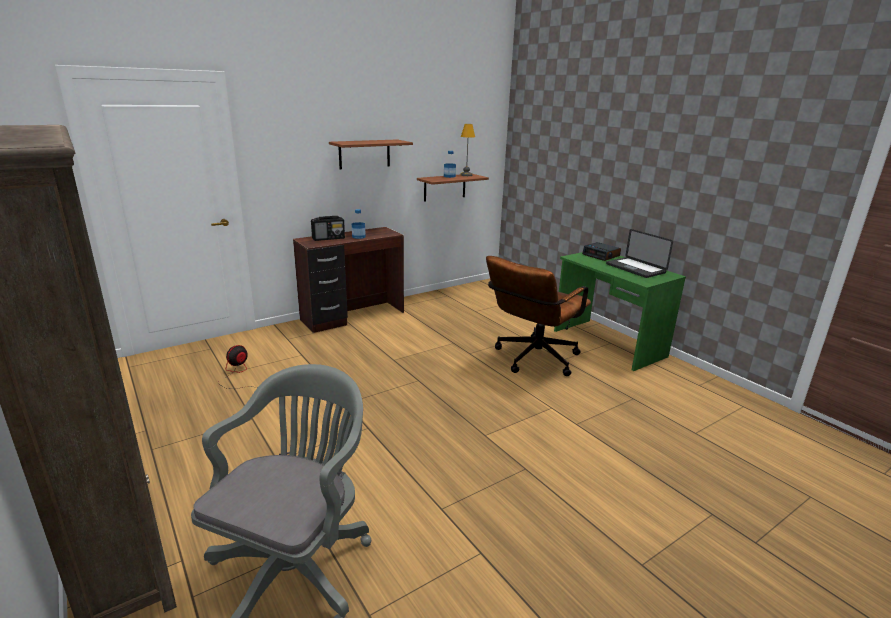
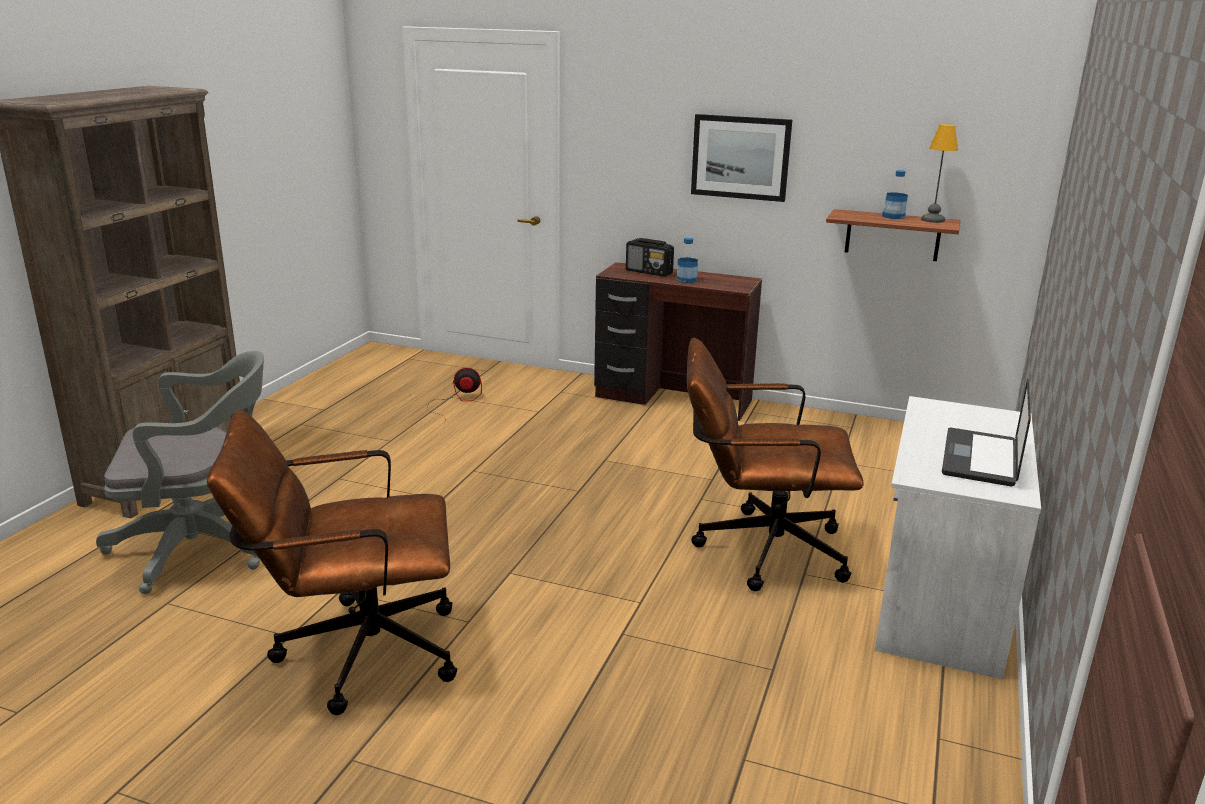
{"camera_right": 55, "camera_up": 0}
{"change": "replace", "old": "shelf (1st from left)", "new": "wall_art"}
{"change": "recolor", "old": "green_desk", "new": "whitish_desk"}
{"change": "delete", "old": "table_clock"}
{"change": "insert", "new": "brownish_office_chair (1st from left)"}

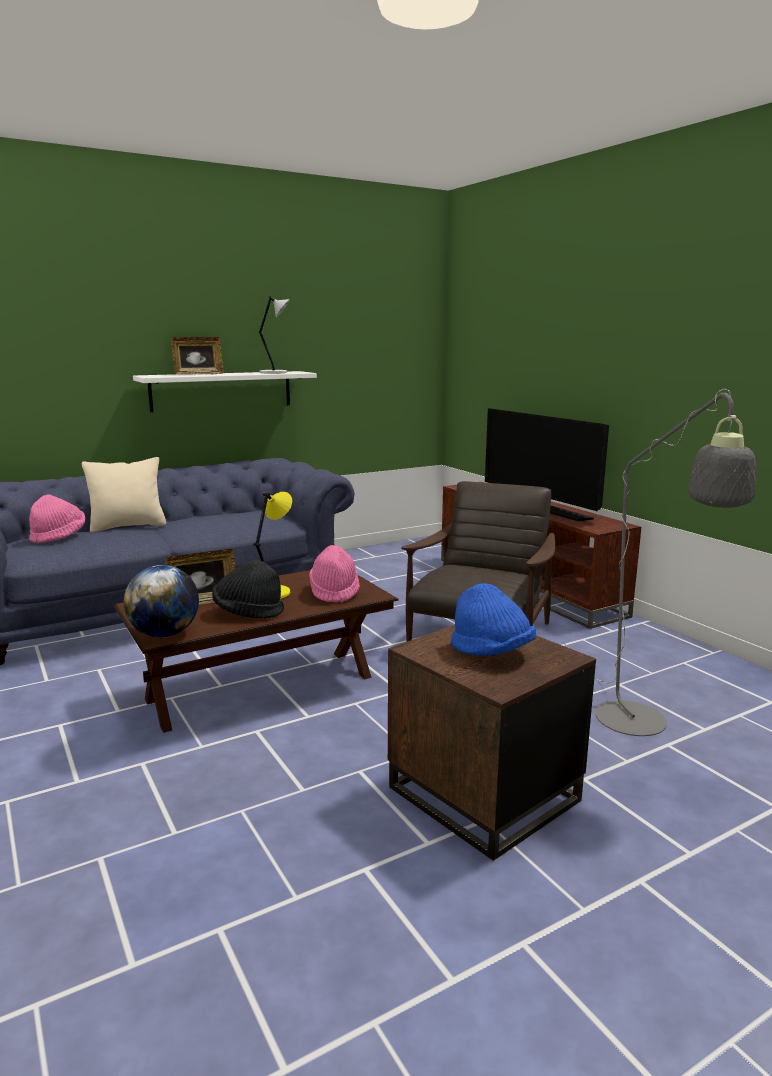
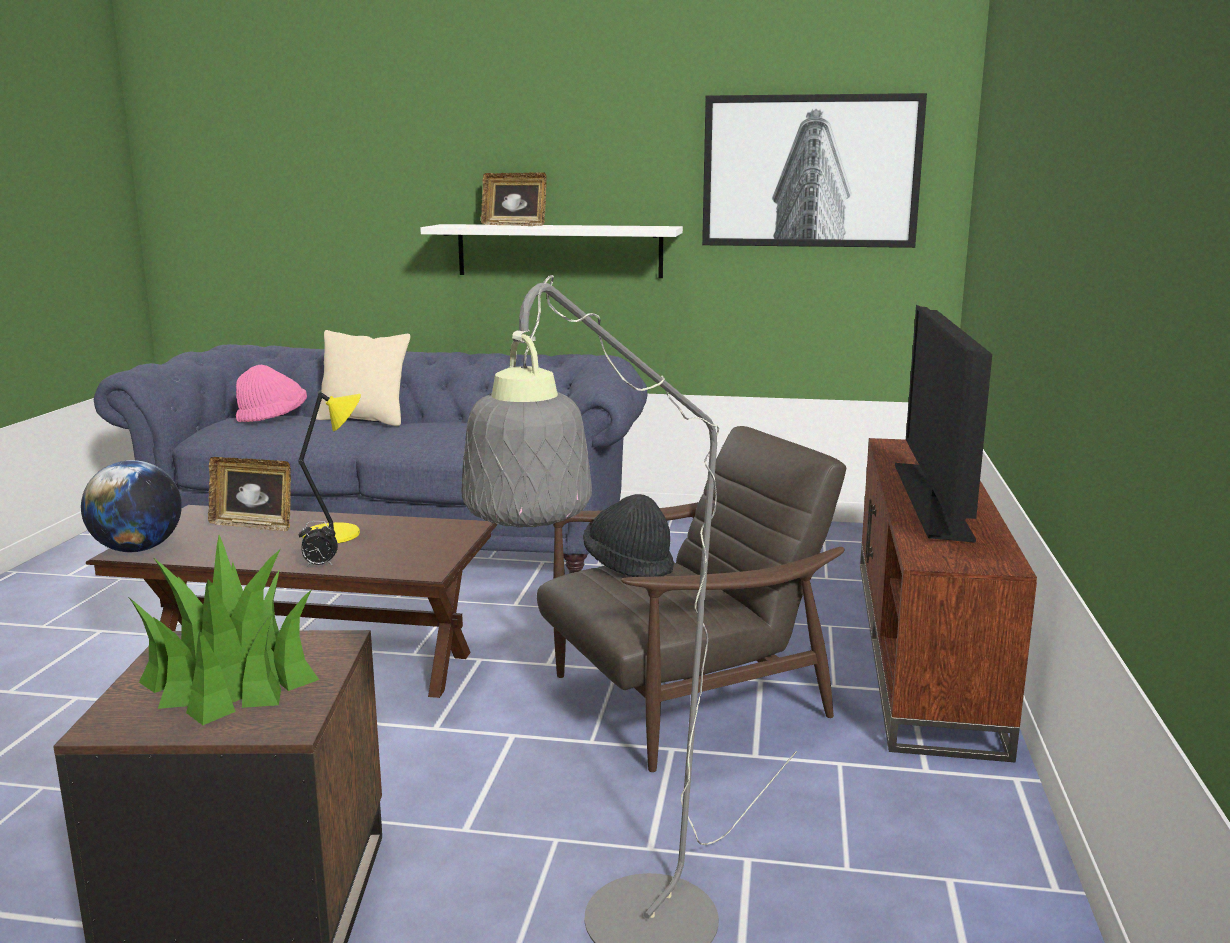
{"camera_right": 40, "camera_up": 0}
{"change": "move", "old": "blackish_wearable_hat"}
{"change": "delete", "old": "gray_lamp_for_a_table"}
{"change": "delete", "old": "pink_wearable_hat (2nd from left)"}
{"change": "replace", "old": "bluish_wearable_hat", "new": "houseplant"}
{"change": "insert", "new": "table_clock"}
{"change": "insert", "new": "wall_art"}

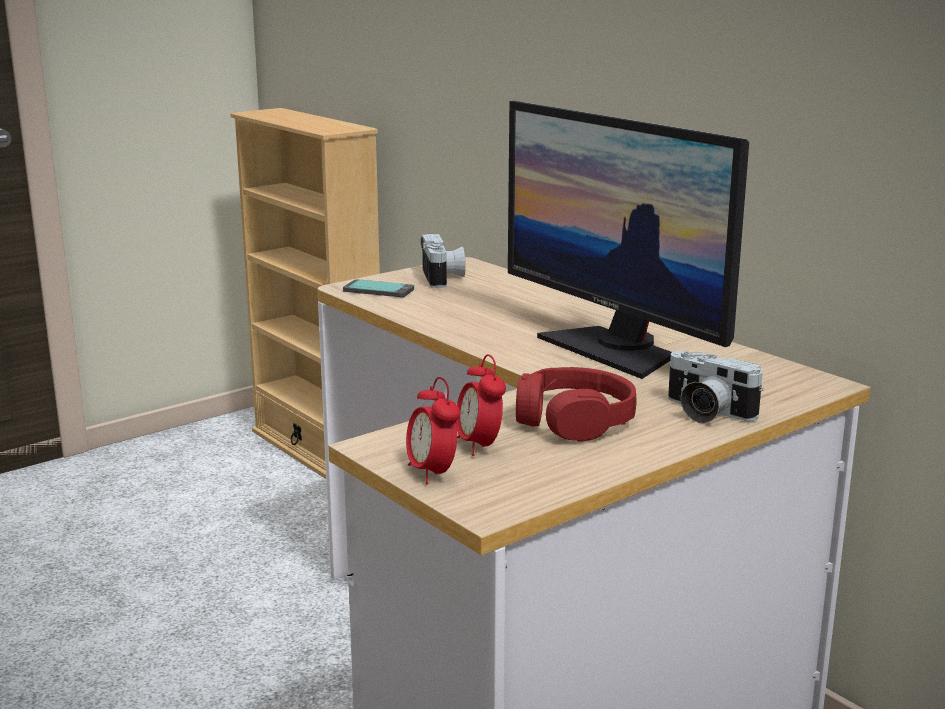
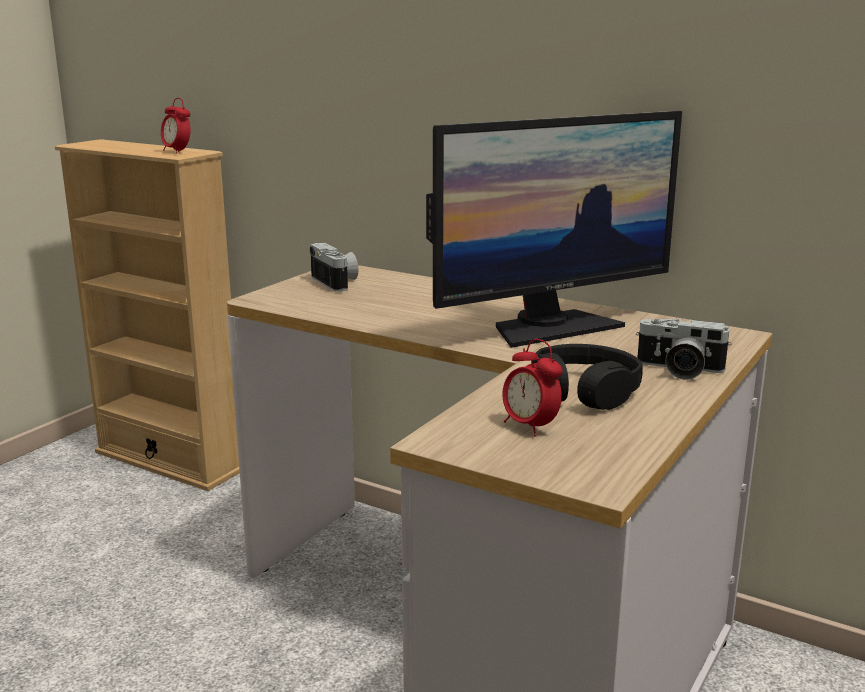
{"camera_right": -20, "camera_up": 0}
{"change": "delete", "old": "handset"}
{"change": "move", "old": "table_clock (1st from left)"}
{"change": "rotate", "old": "computer_screen", "degrees": -60}
{"change": "recolor", "old": "red-coloured_pair_of_headphones", "new": "blackish_pair_of_headphones"}

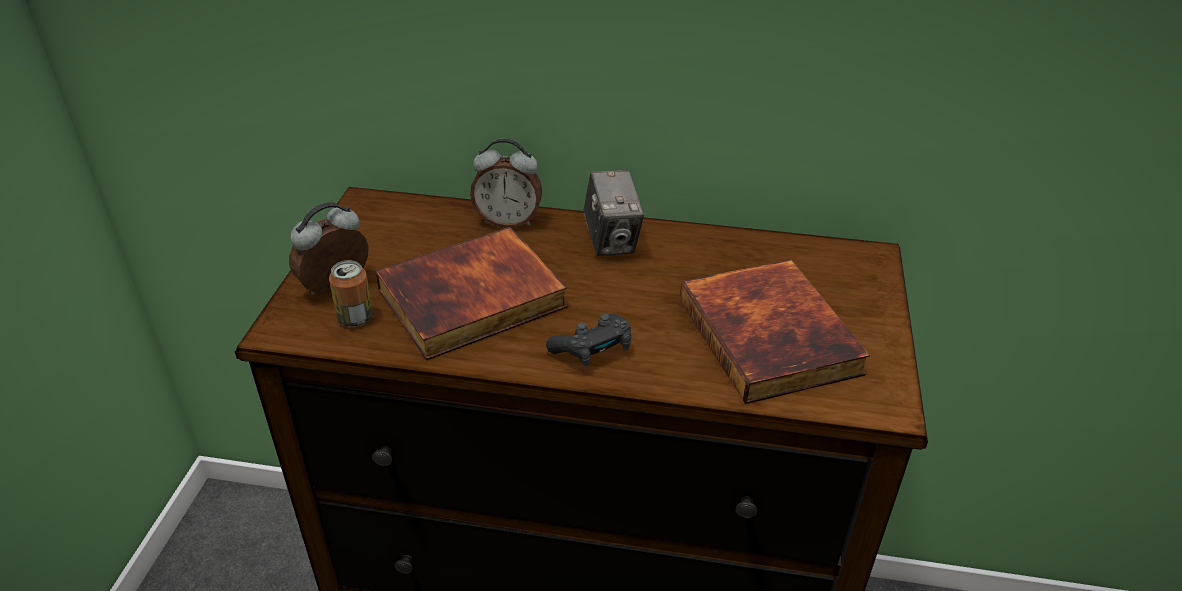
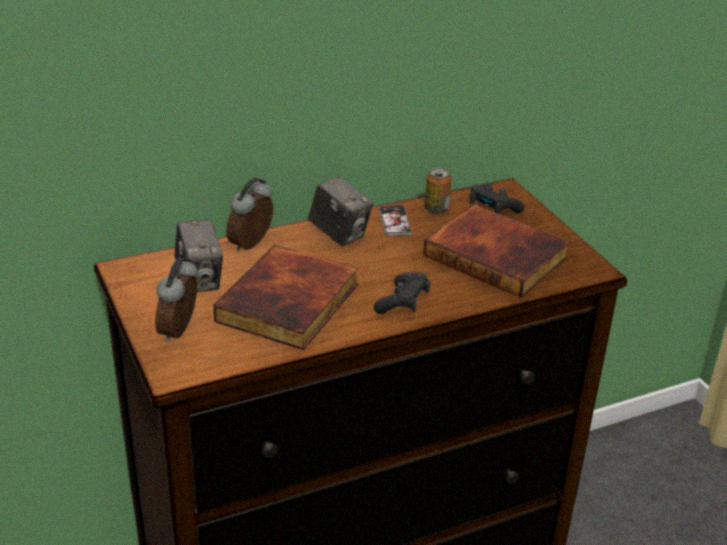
{"camera_right": -35, "camera_up": -5}
{"change": "move", "old": "metal_can"}
{"change": "rotate", "old": "table_clock (2nd from left)", "degrees": 150}
{"change": "insert", "new": "still_camera (1st from left)"}
{"change": "insert", "new": "handset"}
{"change": "insert", "new": "blackish_joypad (2nd from left)"}

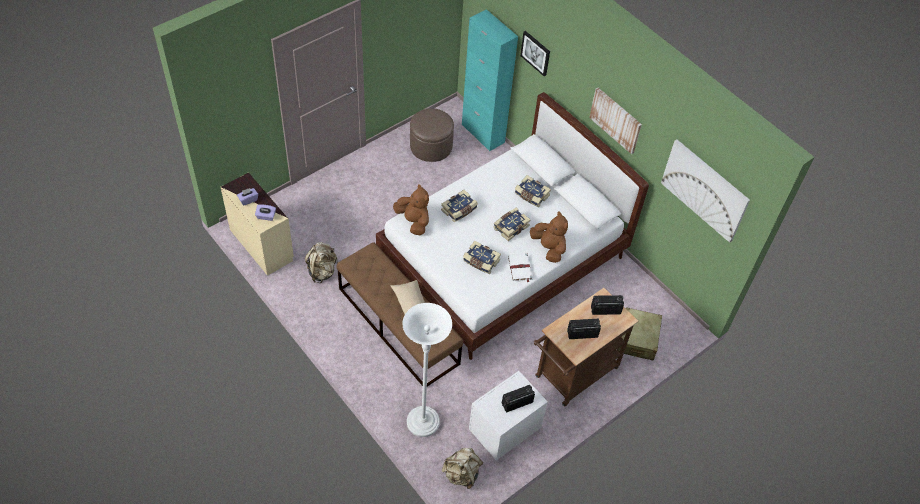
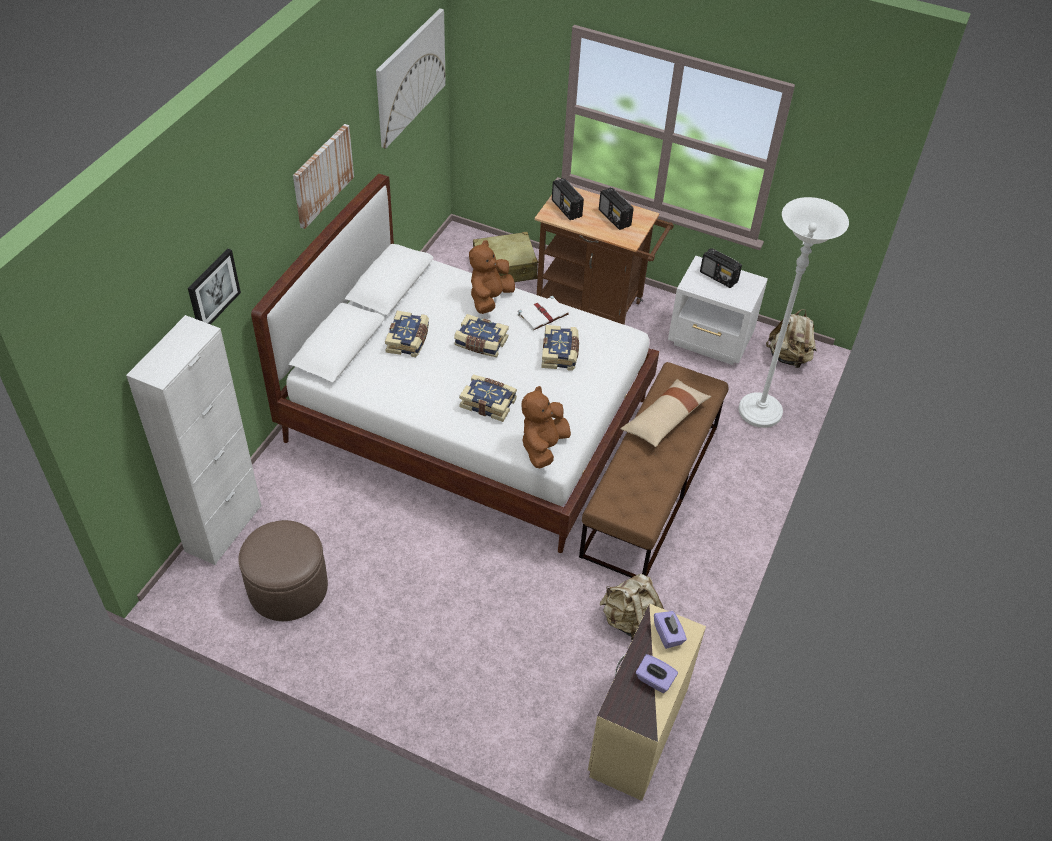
{"camera_right": -115, "camera_up": -5}
{"change": "recolor", "old": "blue-green_cupboard", "new": "whitish_cupboard"}

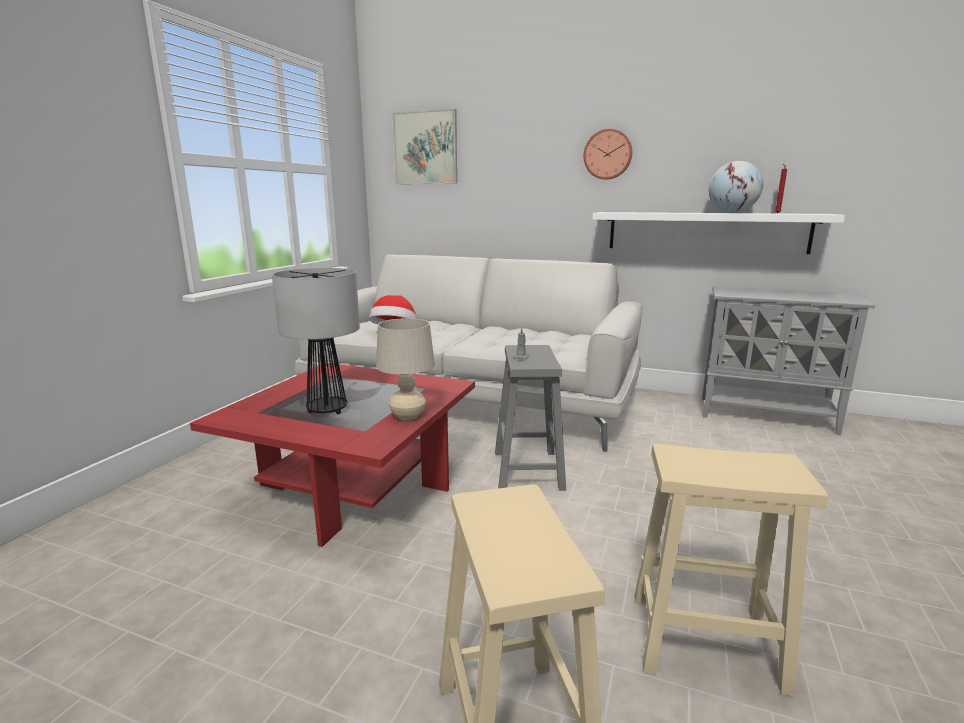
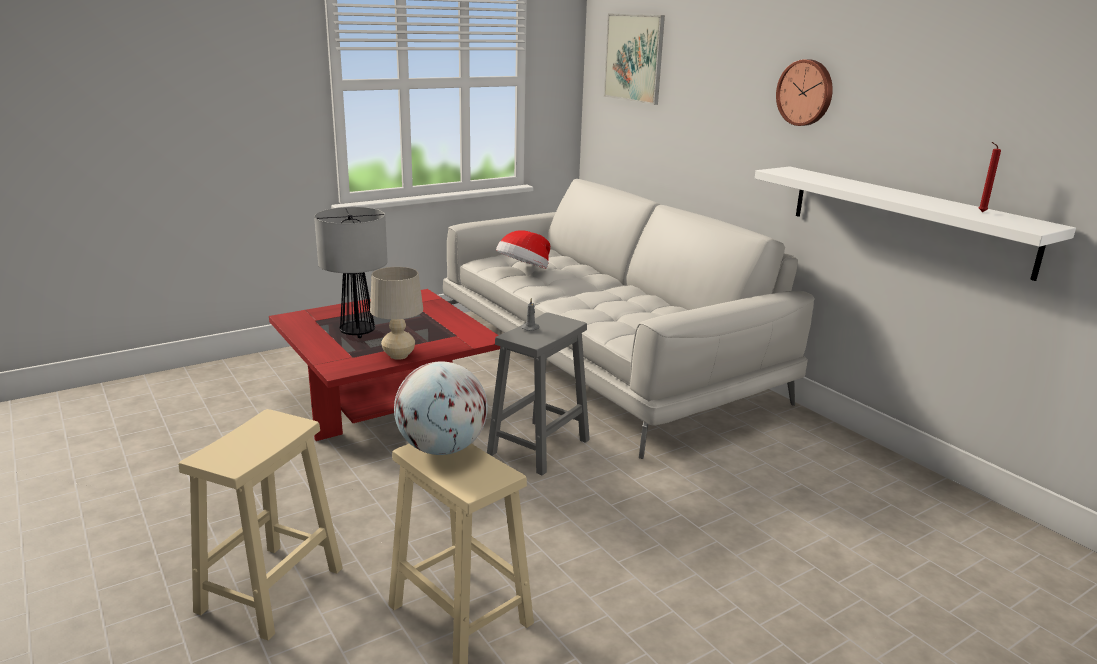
{"camera_right": 35, "camera_up": 5}
{"change": "delete", "old": "gray_cupboard"}
{"change": "move", "old": "world_globe"}

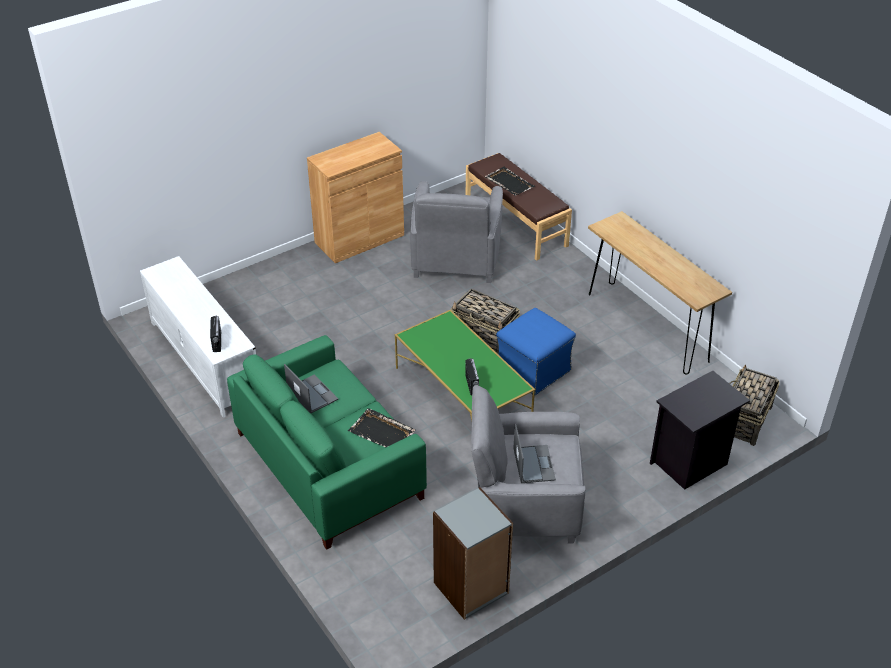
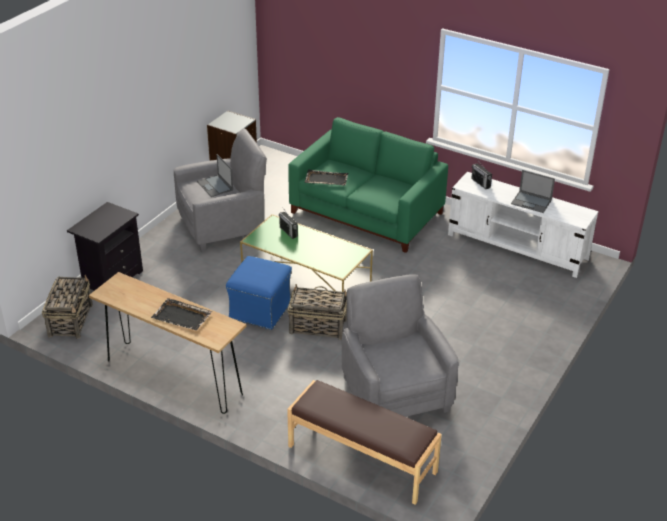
{"camera_right": 155, "camera_up": -5}
{"change": "move", "old": "portable_computer (1st from left in the first image)", "new": "portable_computer (2nd from left)"}
{"change": "delete", "old": "brownish_cupboard"}
{"change": "move", "old": "blackish_tray (2nd from left in the first image)", "new": "blackish_tray (1st from left)"}

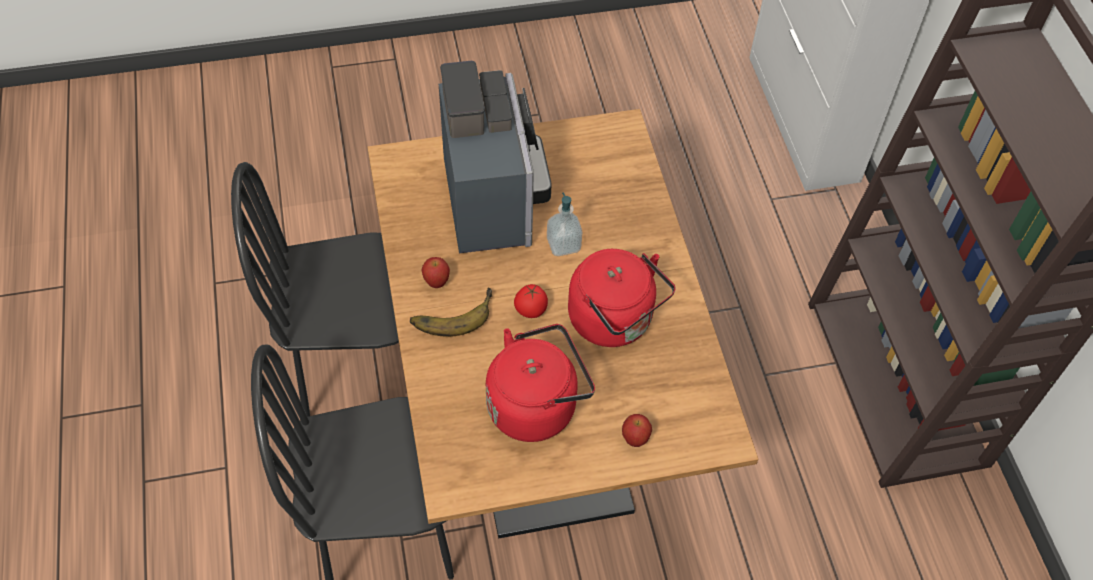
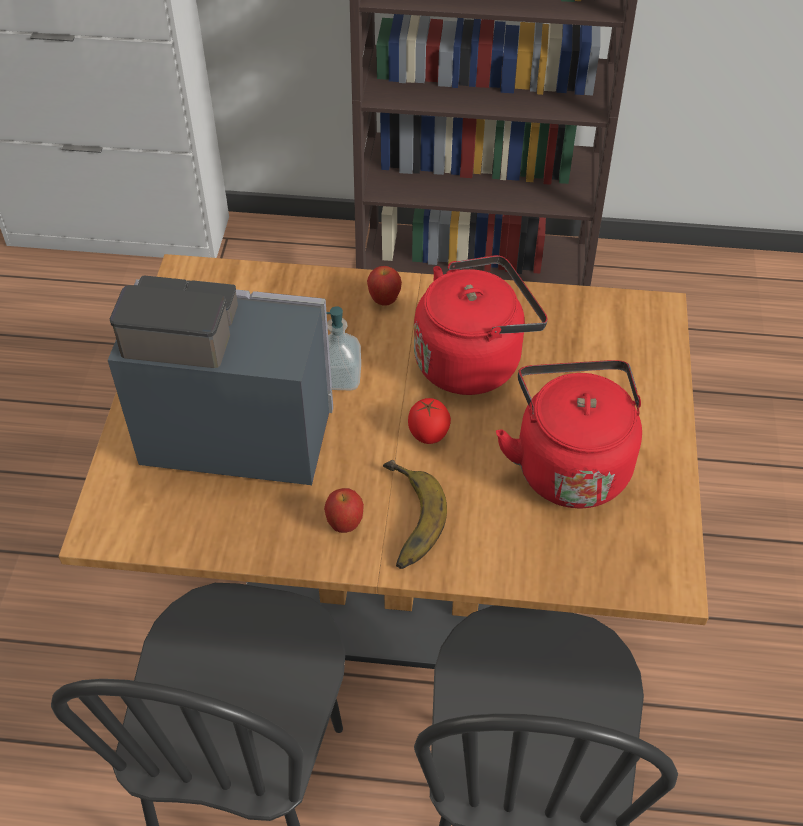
{"camera_right": -70, "camera_up": -5}
{"change": "move", "old": "whole_apple (2nd from left)"}

